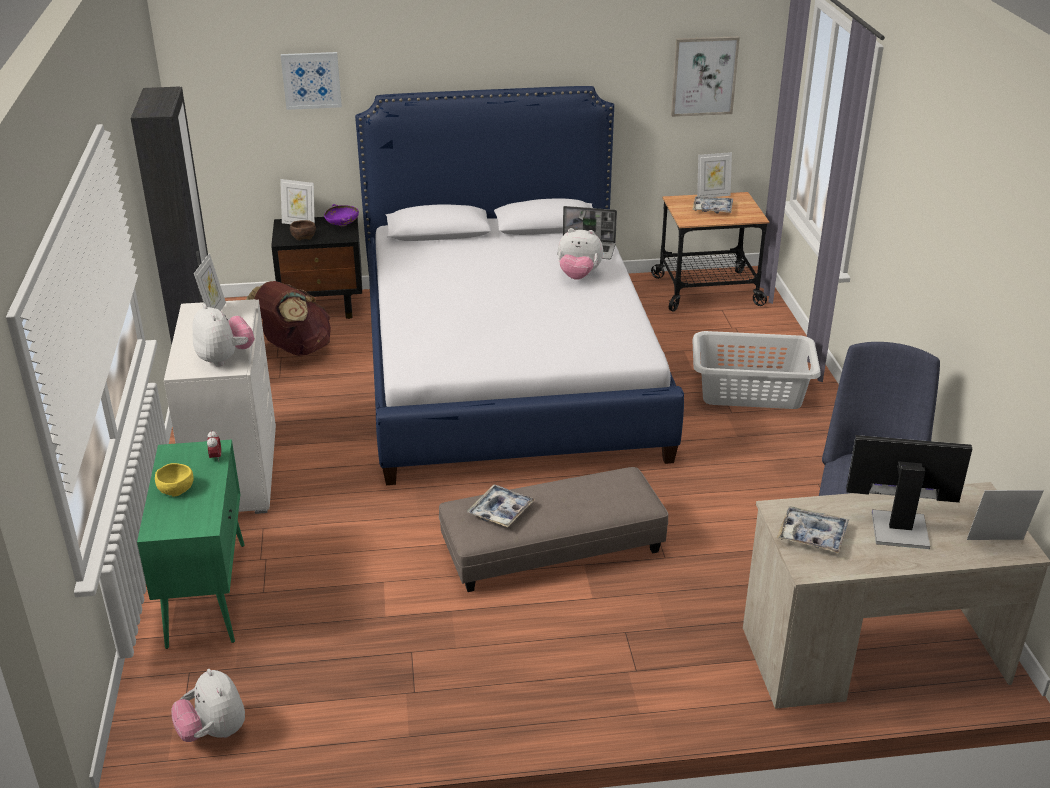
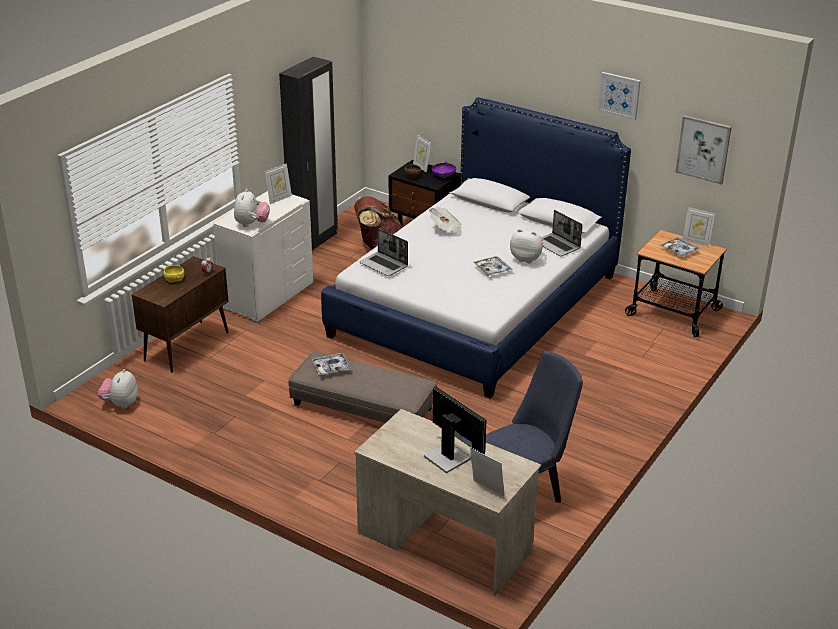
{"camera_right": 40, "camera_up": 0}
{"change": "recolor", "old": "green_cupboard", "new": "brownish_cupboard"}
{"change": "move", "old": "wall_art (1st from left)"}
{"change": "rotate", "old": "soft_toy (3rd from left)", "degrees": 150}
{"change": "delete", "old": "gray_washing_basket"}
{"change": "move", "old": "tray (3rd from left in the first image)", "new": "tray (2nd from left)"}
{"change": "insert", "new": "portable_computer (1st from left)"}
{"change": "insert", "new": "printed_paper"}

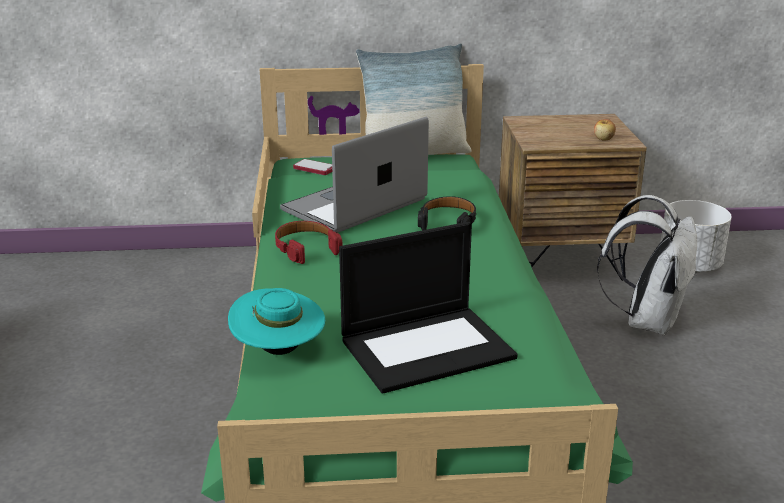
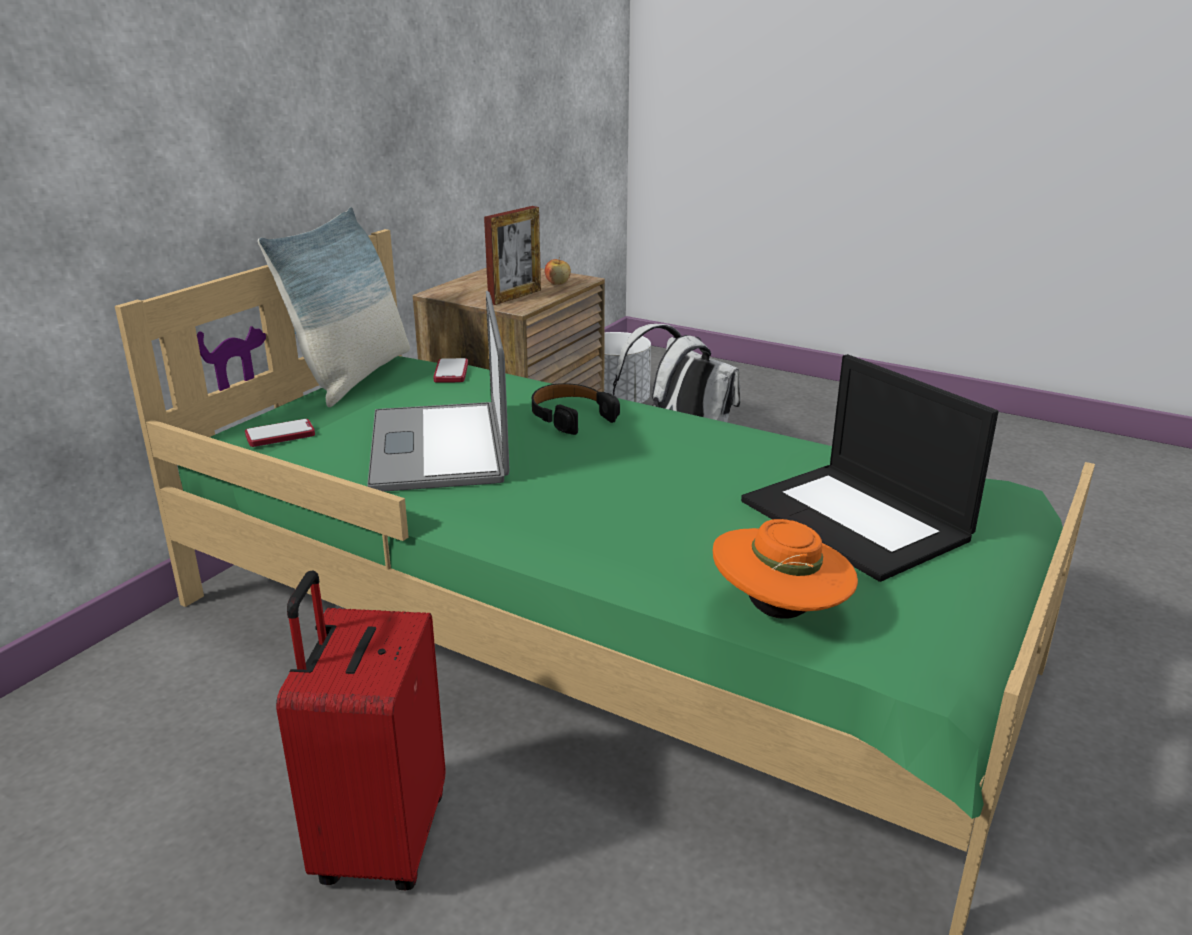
{"camera_right": -55, "camera_up": 0}
{"change": "recolor", "old": "blue-green_wearable_hat", "new": "orange-coloured_wearable_hat"}
{"change": "delete", "old": "red-coloured_pair_of_headphones"}
{"change": "rotate", "old": "portable_computer (2nd from left)", "degrees": 135}
{"change": "insert", "new": "red-coloured_travel_case"}
{"change": "insert", "new": "handset (2nd from left)"}
{"change": "insert", "new": "standing_frame"}

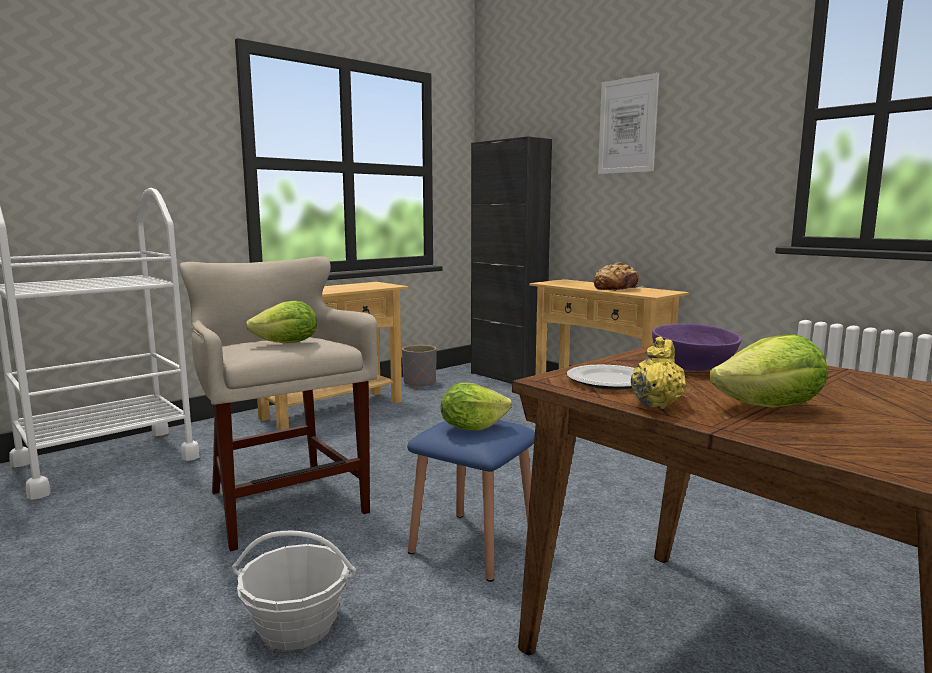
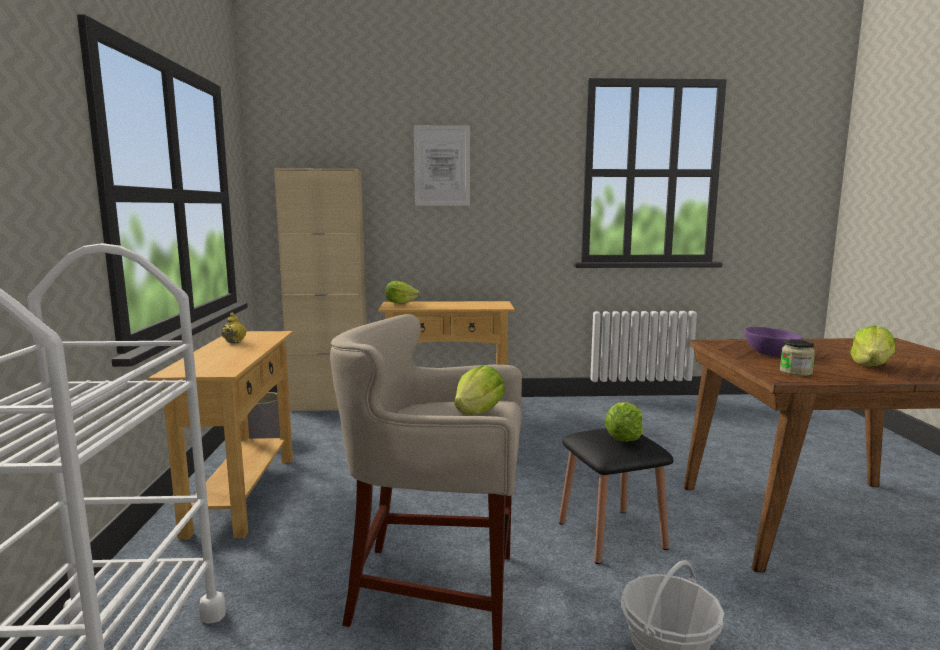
{"camera_right": -50, "camera_up": 0}
{"change": "recolor", "old": "bluish_stool_seat", "new": "blackish_stool_seat"}
{"change": "recolor", "old": "blackish_cupboard", "new": "beige-coloured_cupboard"}
{"change": "replace", "old": "plate", "new": "jar"}
{"change": "delete", "old": "baked_bread"}
{"change": "move", "old": "yellow-coloured_teapot"}
{"change": "insert", "new": "lettuce (1st from left)"}

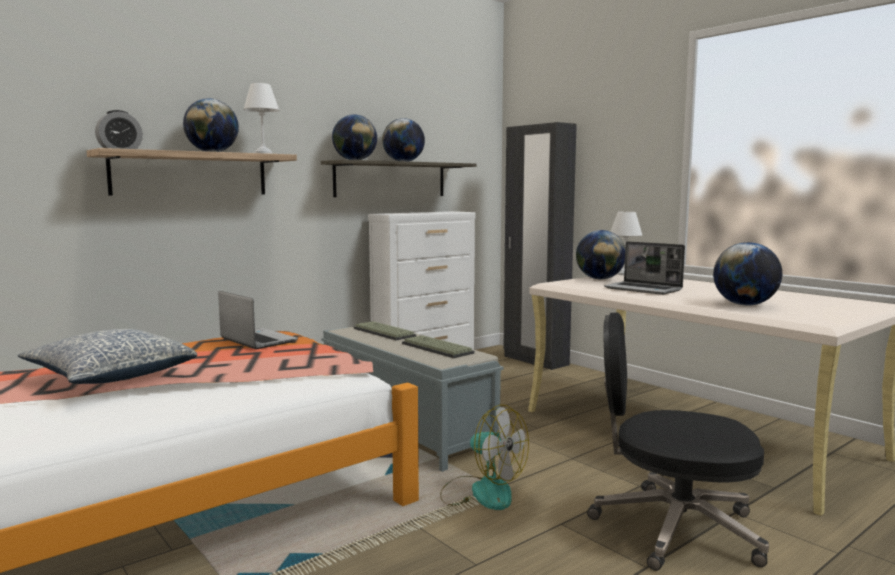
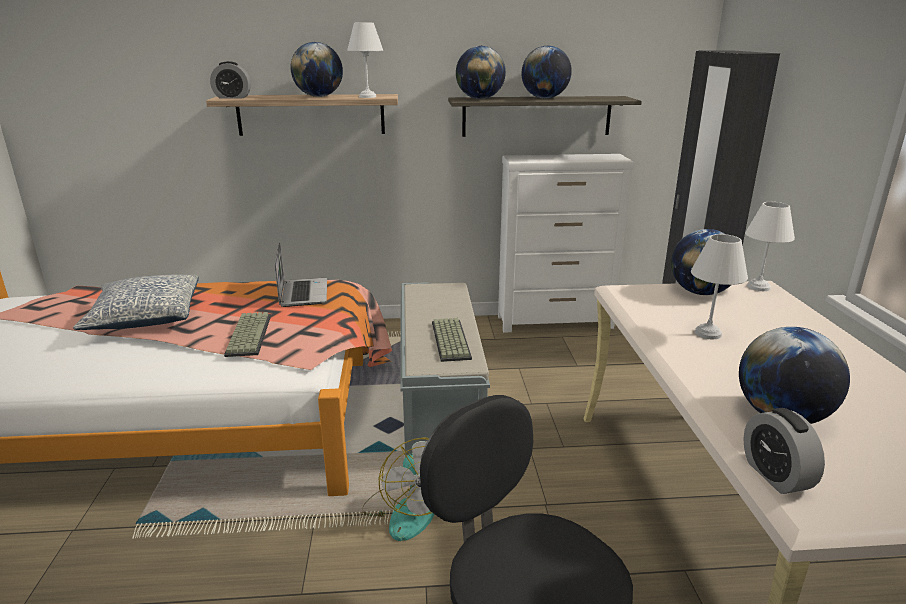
{"camera_right": 35, "camera_up": 15}
{"change": "move", "old": "computer_keyboard (1st from left)"}
{"change": "replace", "old": "portable_computer (2nd from left)", "new": "whitish_lamp_for_a_table (2nd from left)"}
{"change": "insert", "new": "table_clock (2nd from left)"}

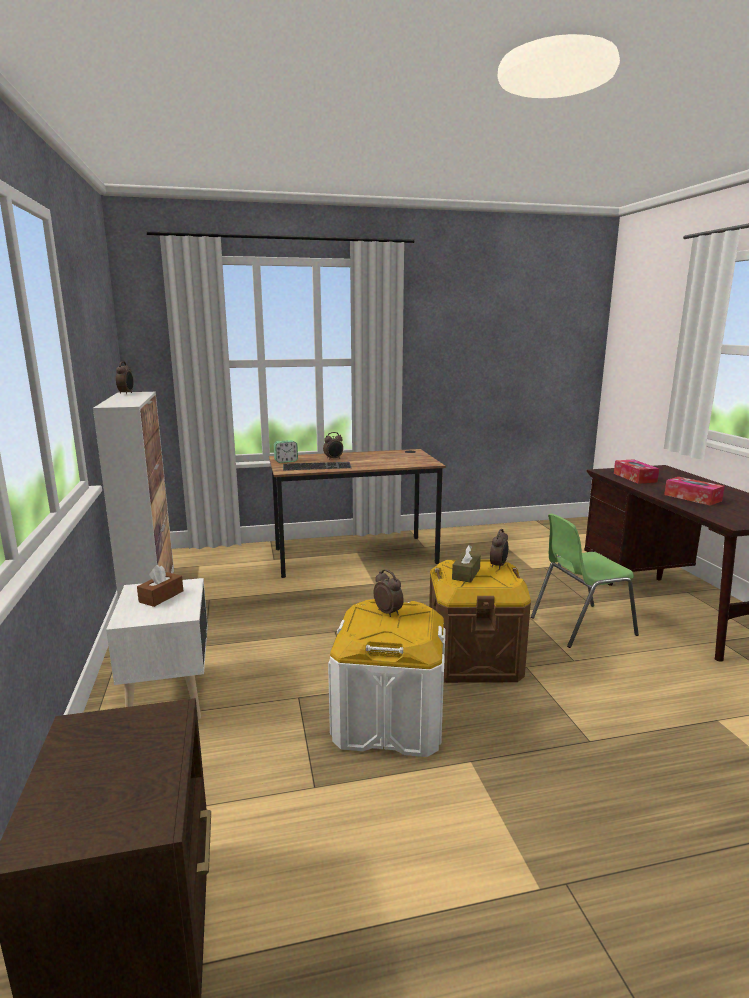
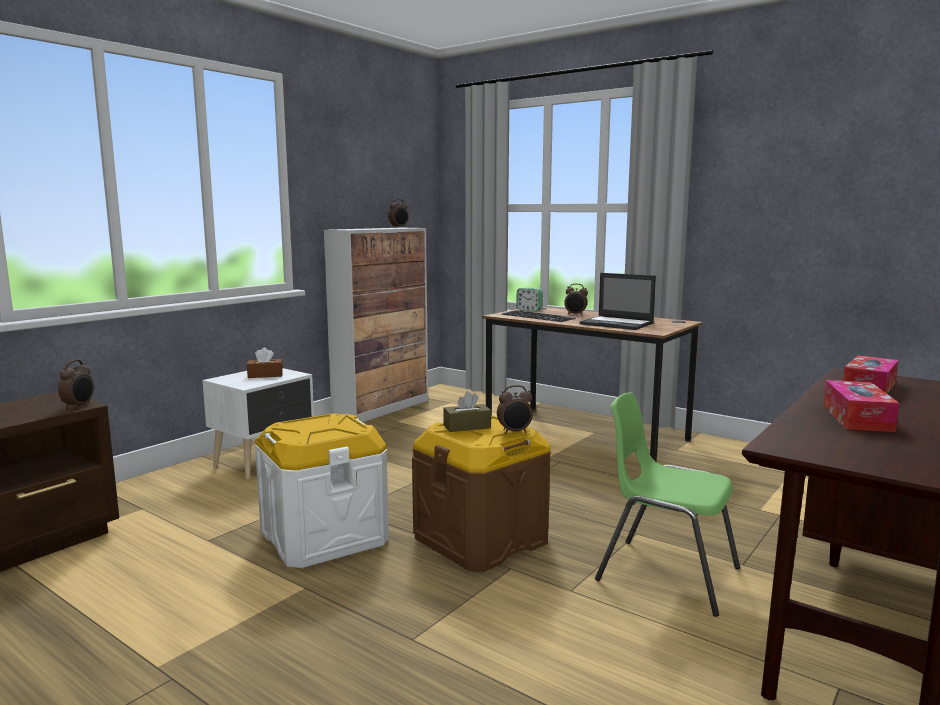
{"camera_right": 50, "camera_up": -5}
{"change": "move", "old": "table_clock (4th from left in the first image)", "new": "table_clock (1st from left)"}
{"change": "insert", "new": "portable_computer"}

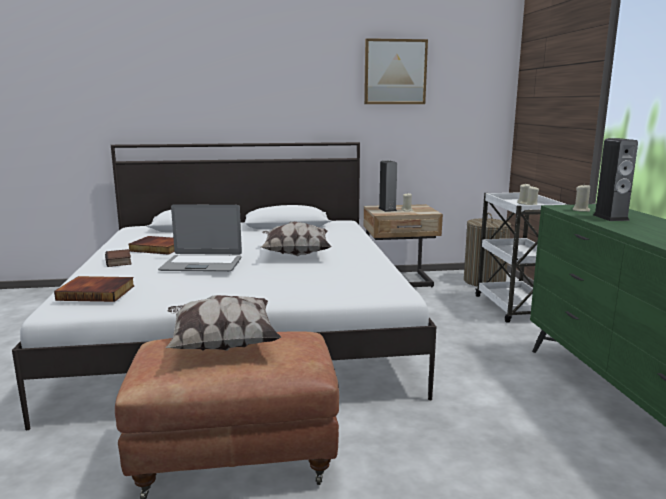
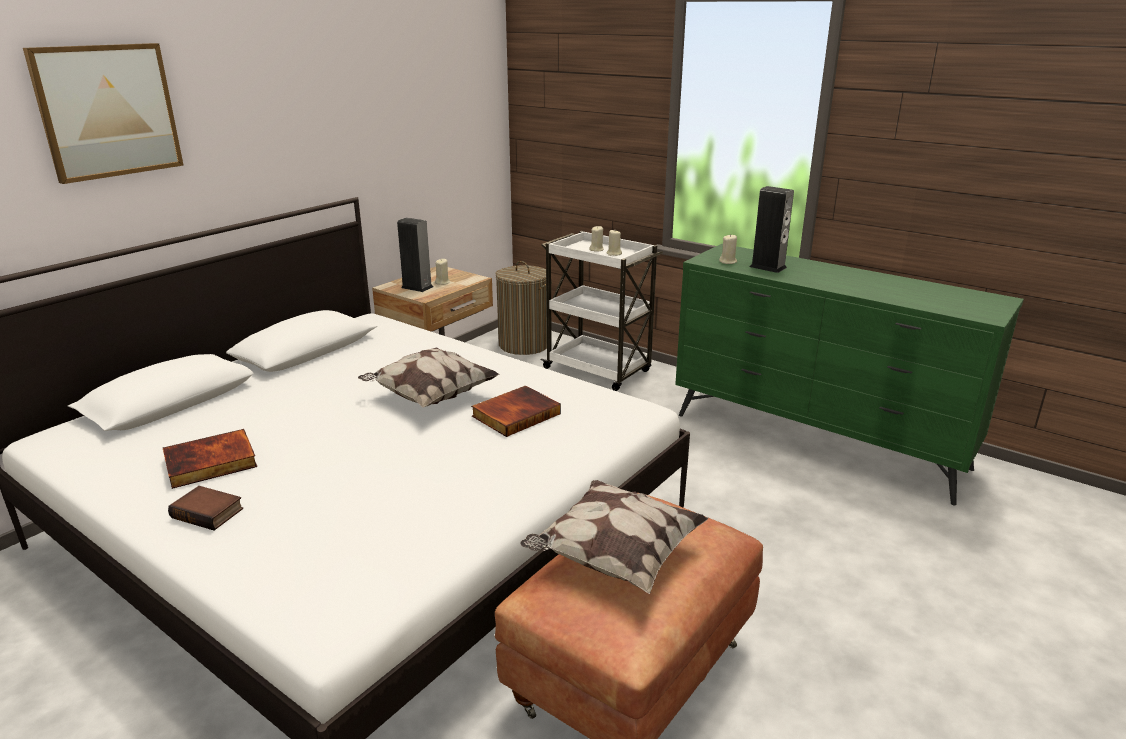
{"camera_right": -45, "camera_up": 10}
{"change": "move", "old": "bound_book (1st from left in the first image)", "new": "bound_book (3rd from left)"}
{"change": "delete", "old": "portable_computer"}
{"change": "move", "old": "wall_art"}

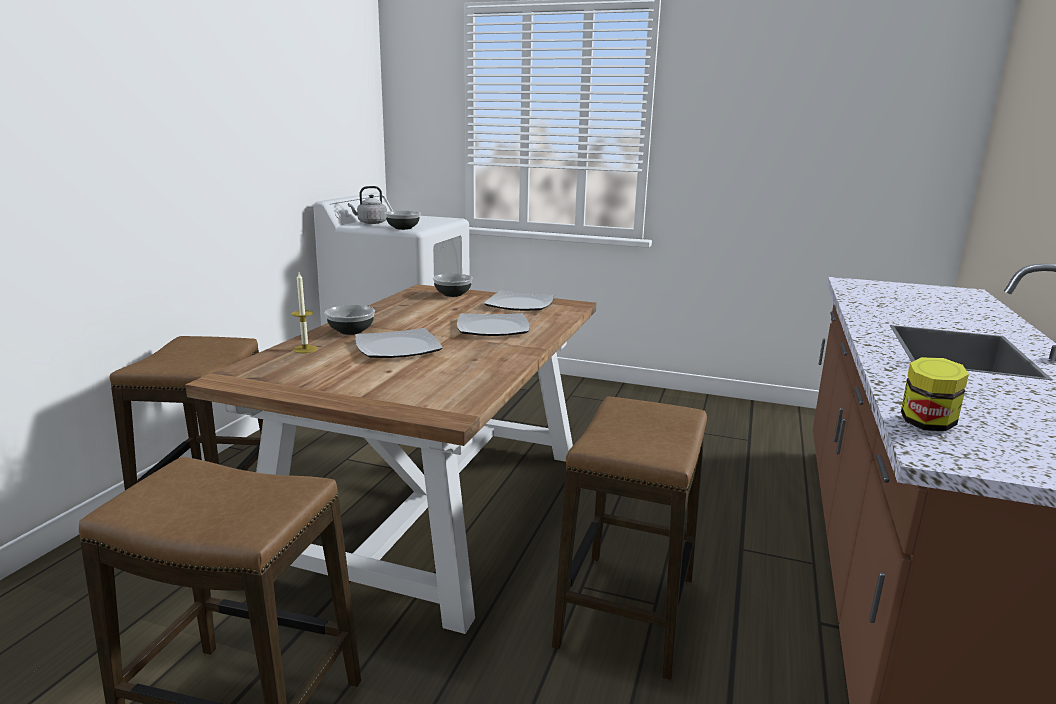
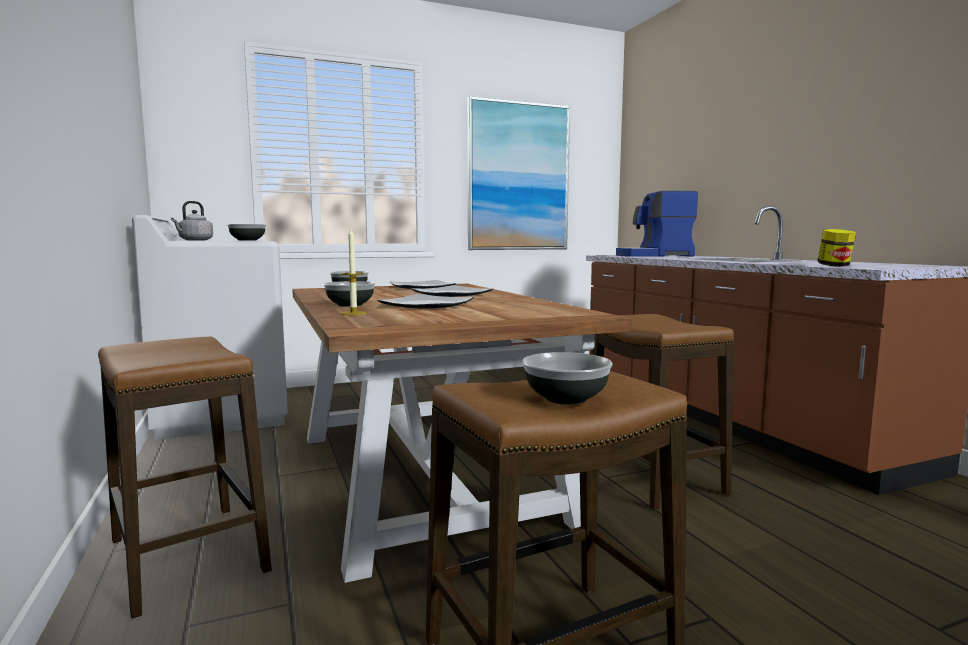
{"camera_right": -40, "camera_up": -10}
{"change": "insert", "new": "wall_art"}
{"change": "insert", "new": "serving_bowl (4th from left)"}
{"change": "insert", "new": "coffee_brewer"}

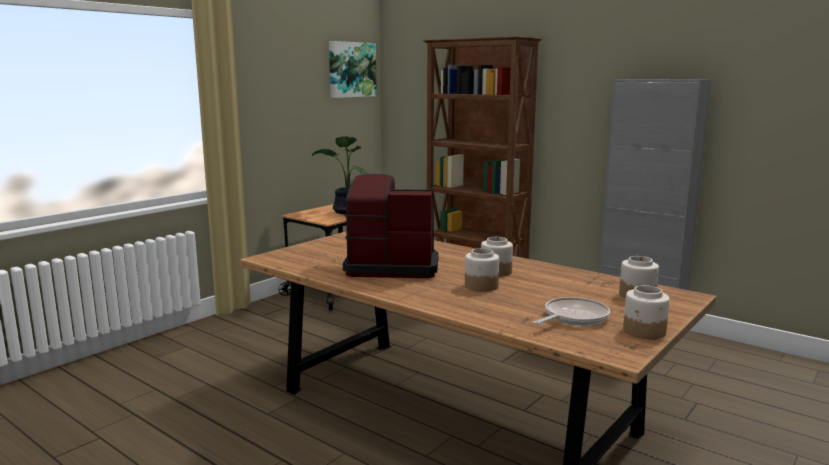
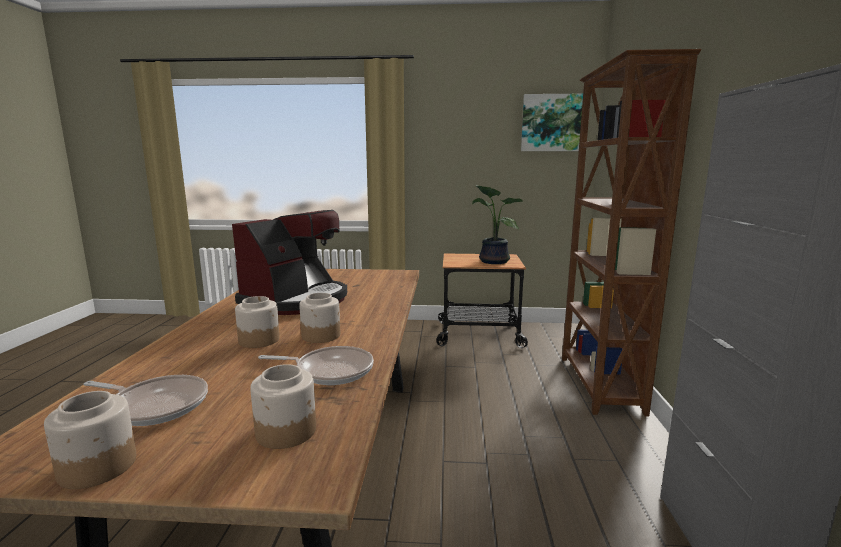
{"camera_right": 55, "camera_up": 0}
{"change": "rotate", "old": "coffee_brewer", "degrees": 60}
{"change": "insert", "new": "pan (2nd from left)"}

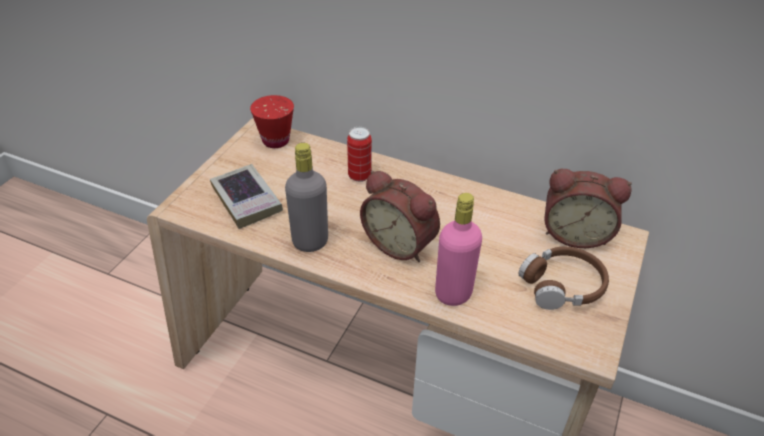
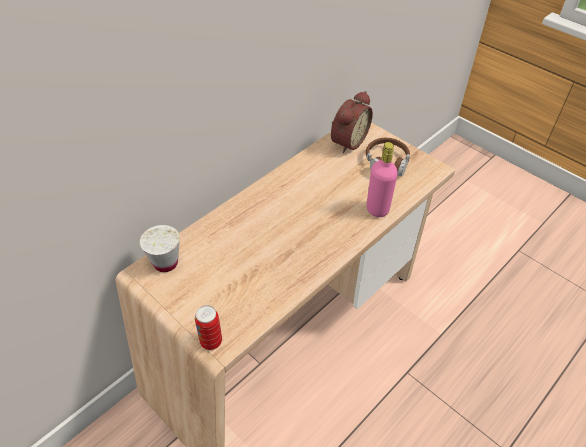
{"camera_right": -70, "camera_up": 5}
{"change": "delete", "old": "bound_book"}
{"change": "recolor", "old": "red-coloured_small_cup", "new": "whitish_small_cup"}
{"change": "delete", "old": "gray_bottle"}
{"change": "move", "old": "metal_can"}
{"change": "delete", "old": "table_clock (1st from left)"}

